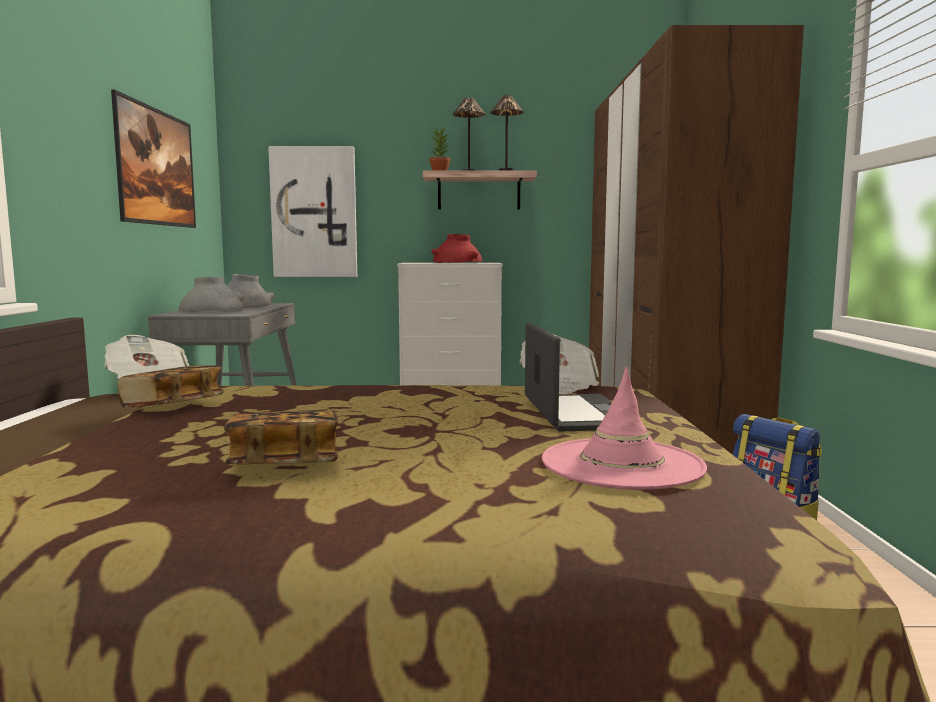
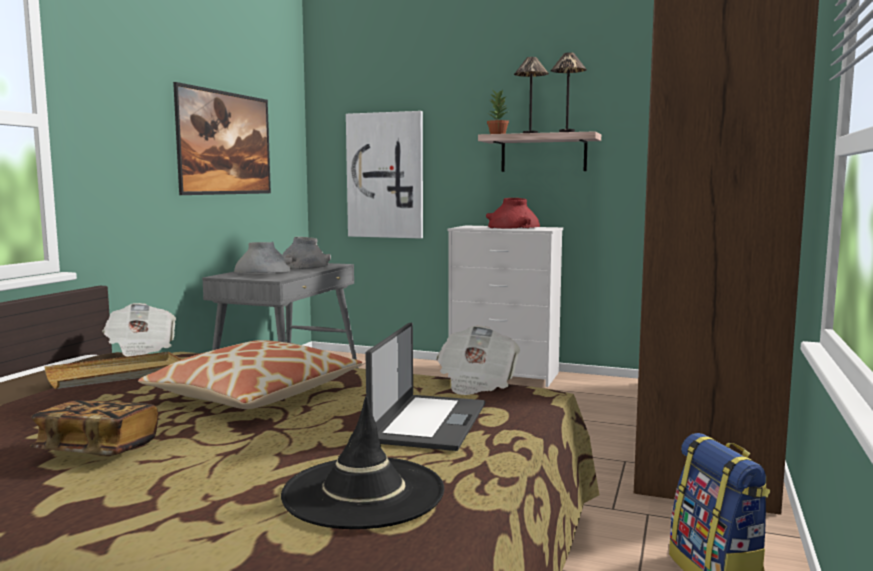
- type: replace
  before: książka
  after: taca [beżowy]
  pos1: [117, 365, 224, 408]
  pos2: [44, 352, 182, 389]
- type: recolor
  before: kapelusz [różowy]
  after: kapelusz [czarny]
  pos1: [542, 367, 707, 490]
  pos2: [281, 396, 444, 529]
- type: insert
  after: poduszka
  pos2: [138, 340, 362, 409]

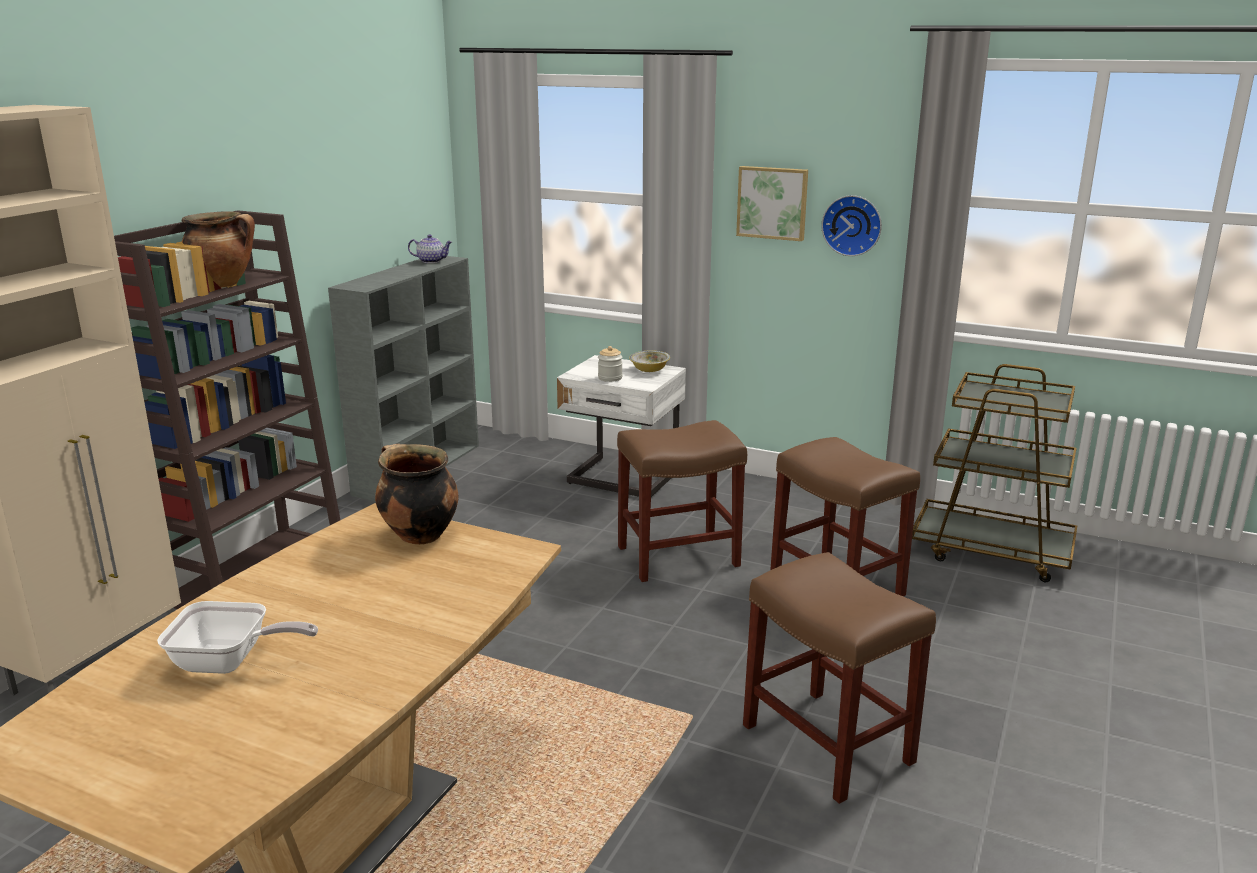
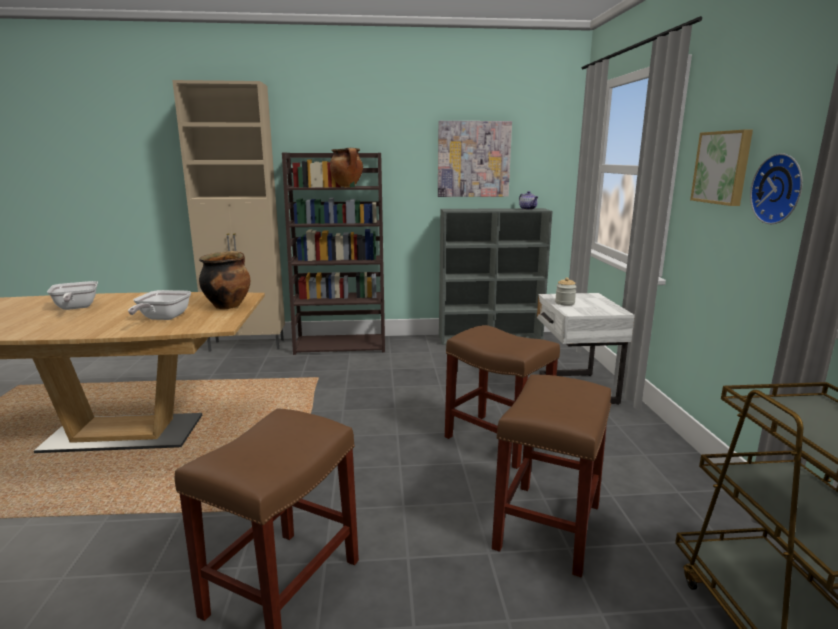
- type: delete
  before: miska
  pos1: [629, 350, 670, 372]
- type: insert
  after: patelnia
  pos2: [128, 290, 191, 320]
- type: insert
  after: obraz
  pos2: [438, 121, 512, 197]

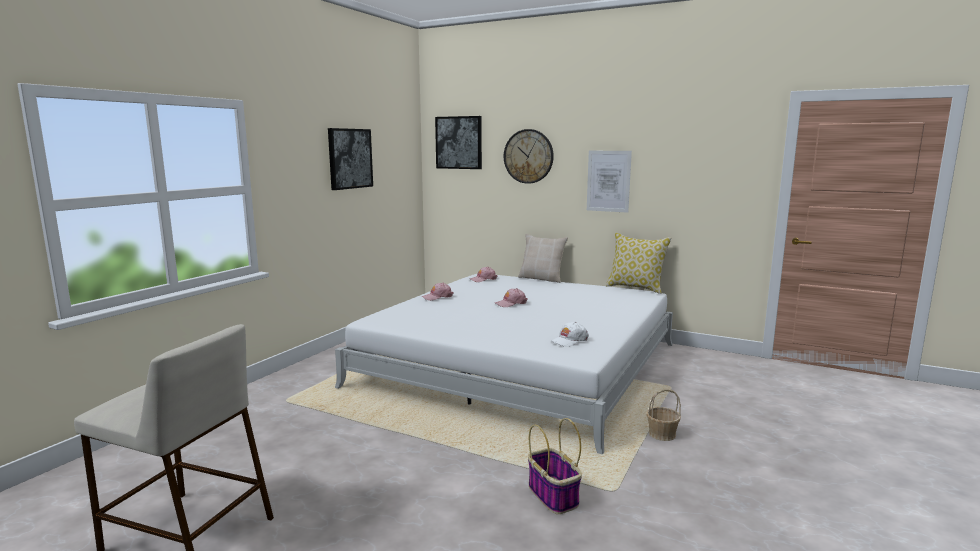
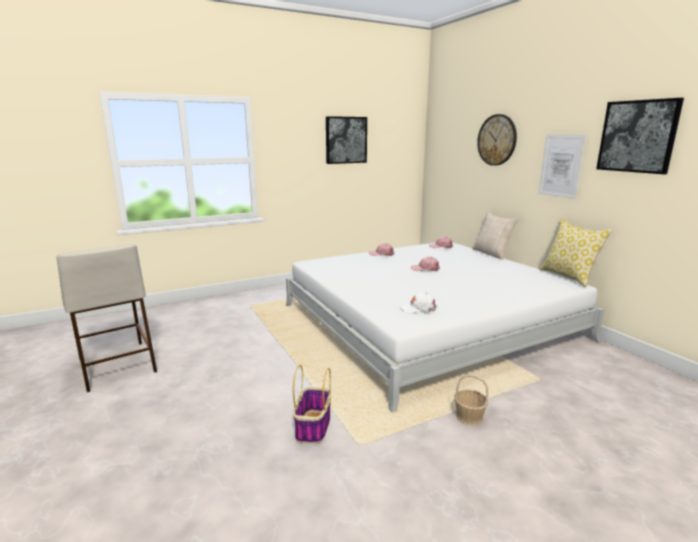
- type: move
  before: obraz
  pos1: [435, 116, 482, 169]
  pos2: [596, 98, 684, 174]

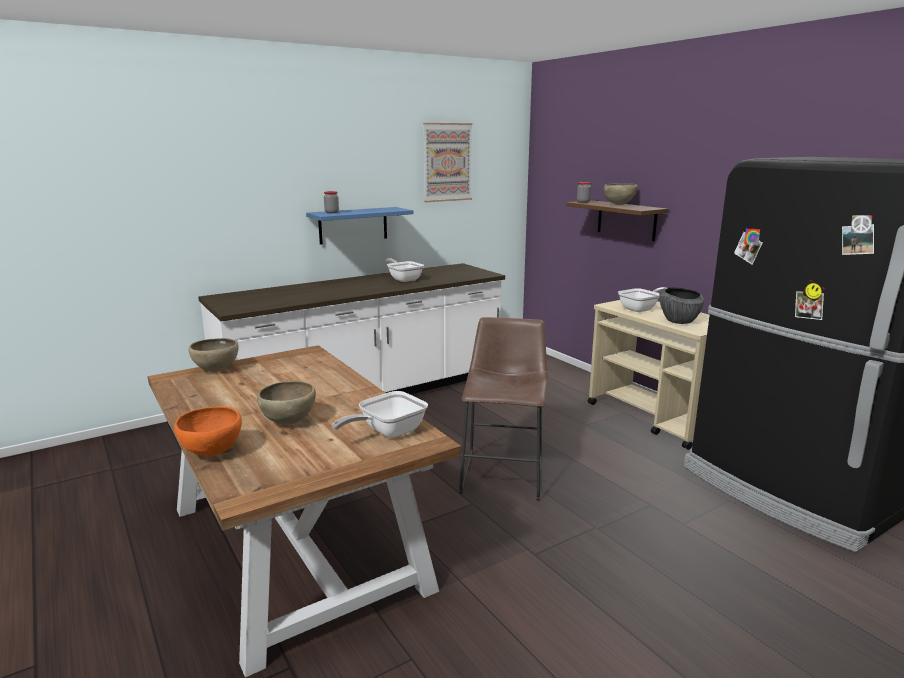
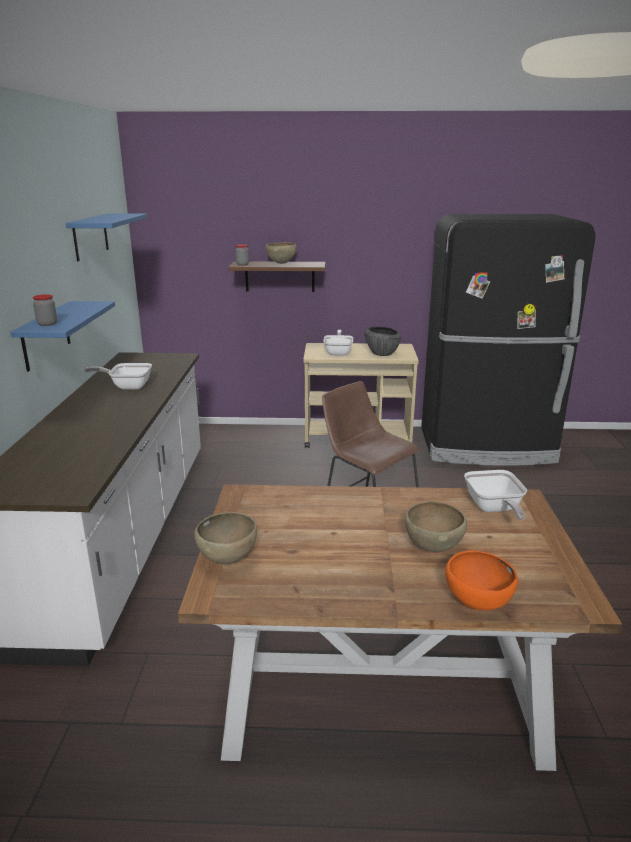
- type: replace
  before: obraz
  after: półka [niebieski]
  pos1: [423, 123, 473, 202]
  pos2: [66, 213, 147, 261]

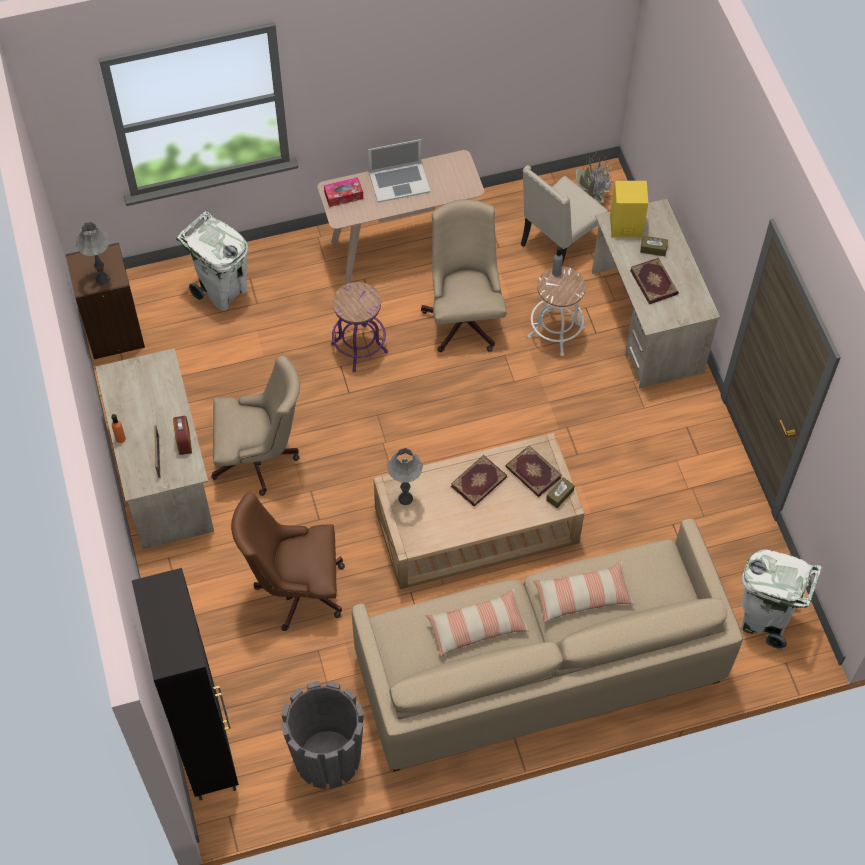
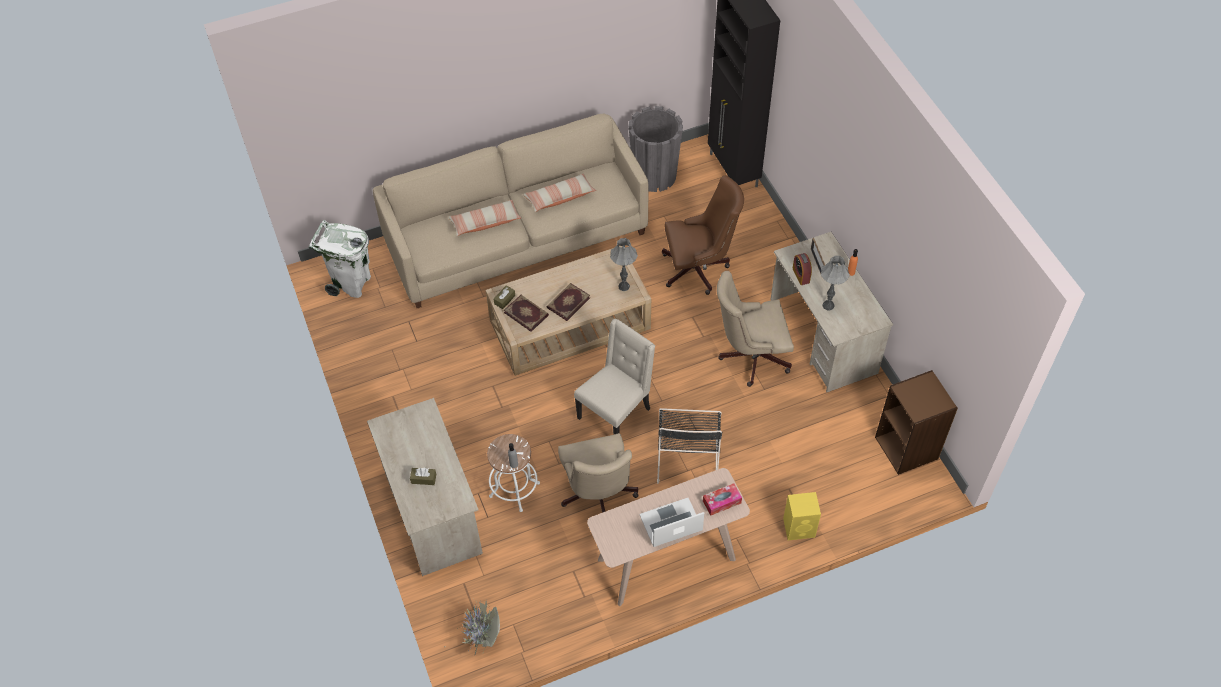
- type: move
  before: lampa stołowa [szary]
  pos1: [76, 222, 110, 285]
  pos2: [821, 256, 850, 310]
- type: delete
  before: kosz na śmieci [biały]
  pos1: [176, 211, 249, 311]
- type: replace
  before: stołek [fioletowy]
  after: krzesło [czarny]
  pos1: [331, 282, 388, 372]
  pos2: [657, 408, 723, 484]
- type: move
  before: krzesło [beżowy]
  pos1: [521, 165, 609, 265]
  pos2: [574, 319, 655, 434]
- type: move
  before: głośnik [żółty]
  pos1: [610, 181, 648, 237]
  pos2: [783, 492, 821, 540]
- type: delete
  before: książka
  pos1: [630, 258, 679, 304]

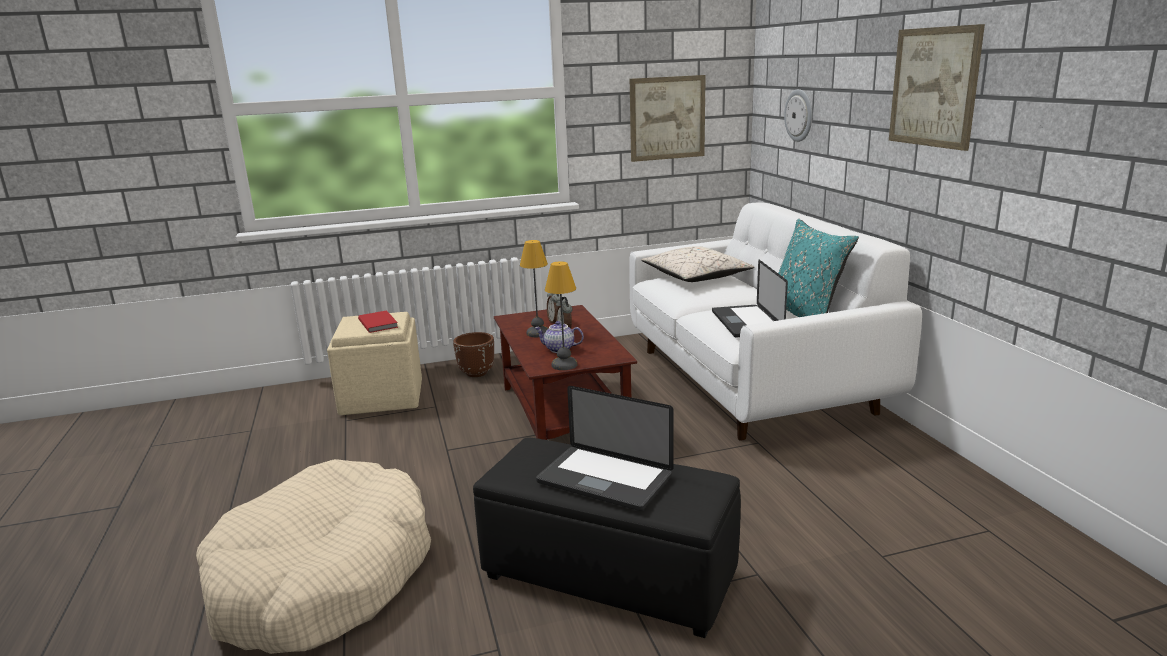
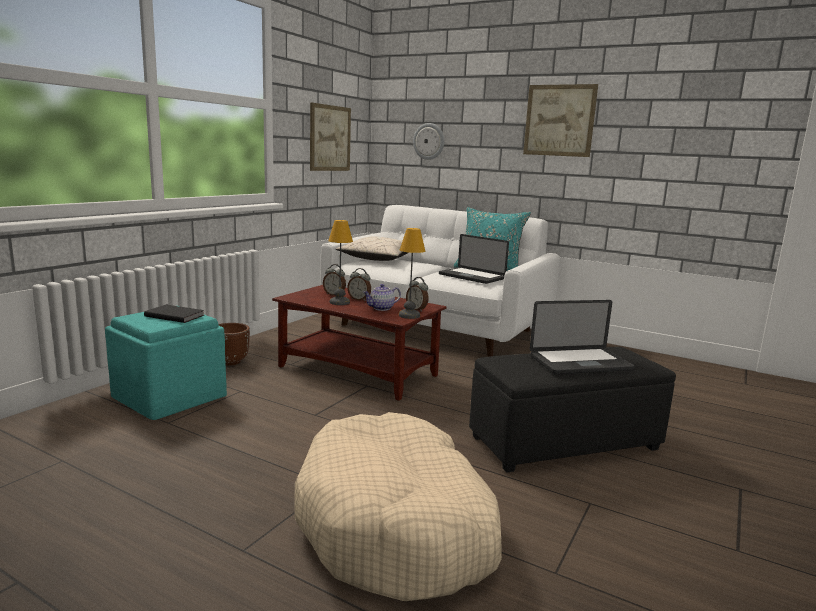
- type: recolor
  before: pufa [beżowy]
  after: pufa [turkusowy]
  pos1: [327, 312, 422, 415]
  pos2: [105, 312, 227, 420]
- type: recolor
  before: książka [czerwony]
  after: książka [czarny]
  pos1: [358, 310, 398, 333]
  pos2: [144, 305, 205, 323]
- type: insert
  after: budzik
  pos2: [406, 277, 429, 312]

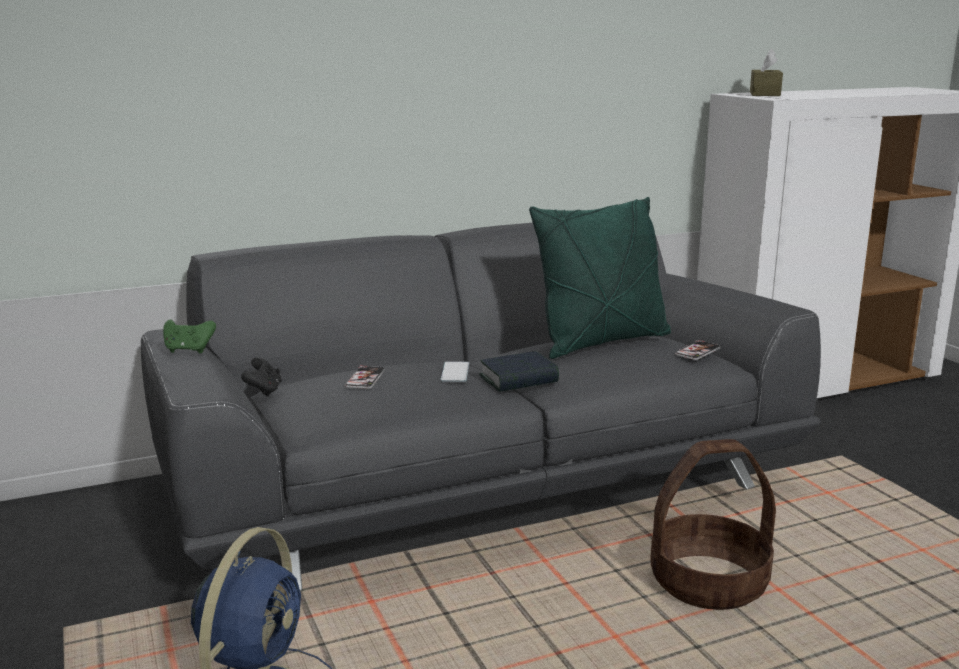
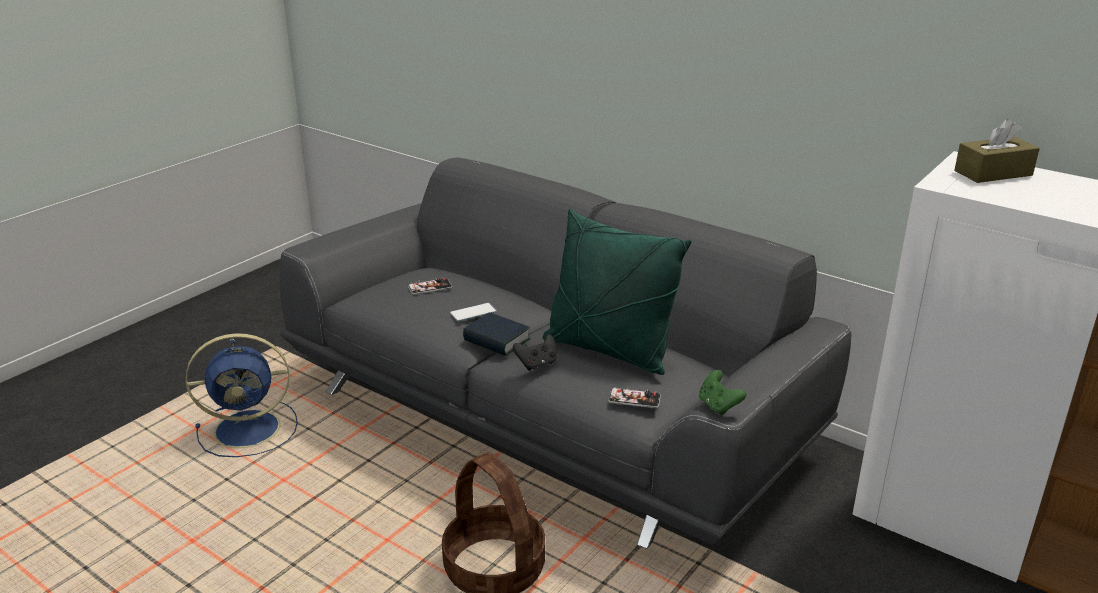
- type: move
  before: pad do gier [zielony]
  pos1: [163, 319, 216, 353]
  pos2: [699, 370, 747, 416]
- type: move
  before: pad do gier [czarny]
  pos1: [241, 357, 282, 396]
  pos2: [513, 334, 557, 371]

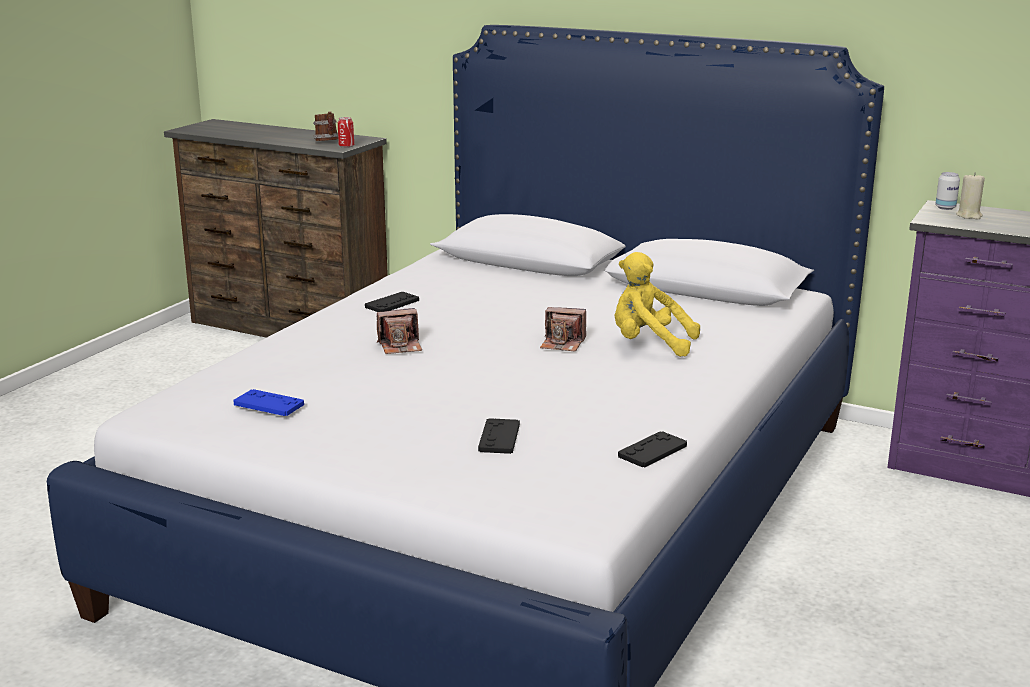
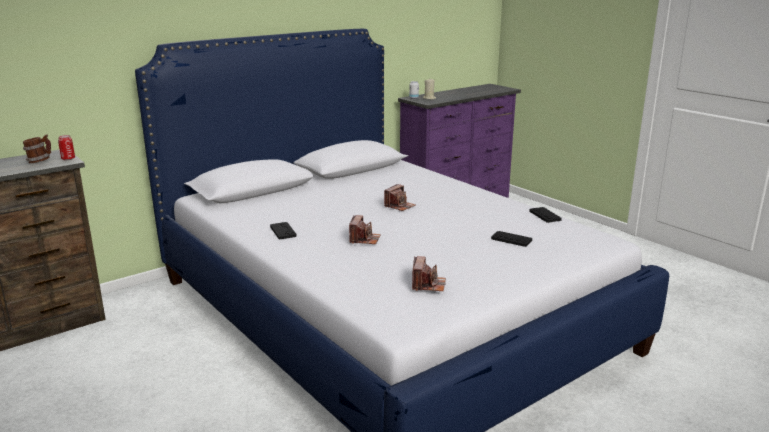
- type: replace
  before: pad do gier [niebieski]
  after: aparat fotograficzny
  pos1: [233, 389, 304, 416]
  pos2: [412, 256, 446, 291]
- type: delete
  before: pluszak [żółty]
  pos1: [615, 252, 700, 357]

